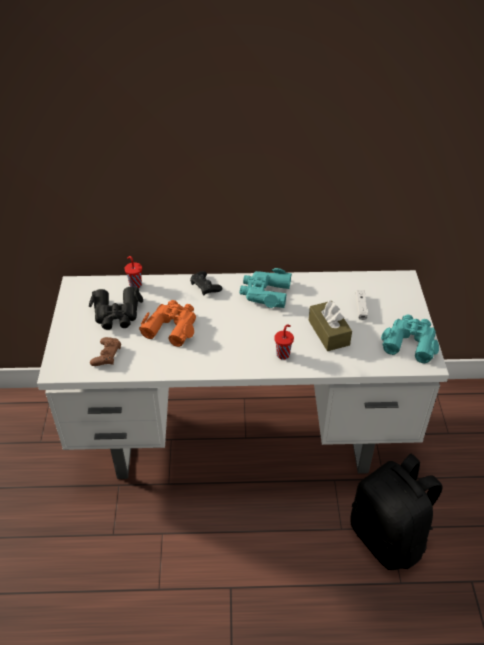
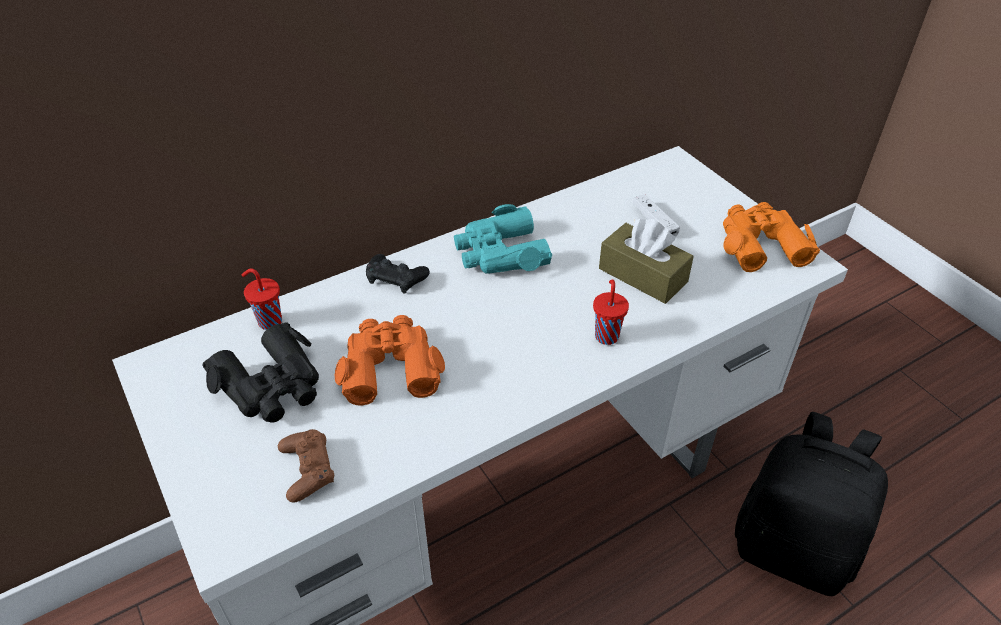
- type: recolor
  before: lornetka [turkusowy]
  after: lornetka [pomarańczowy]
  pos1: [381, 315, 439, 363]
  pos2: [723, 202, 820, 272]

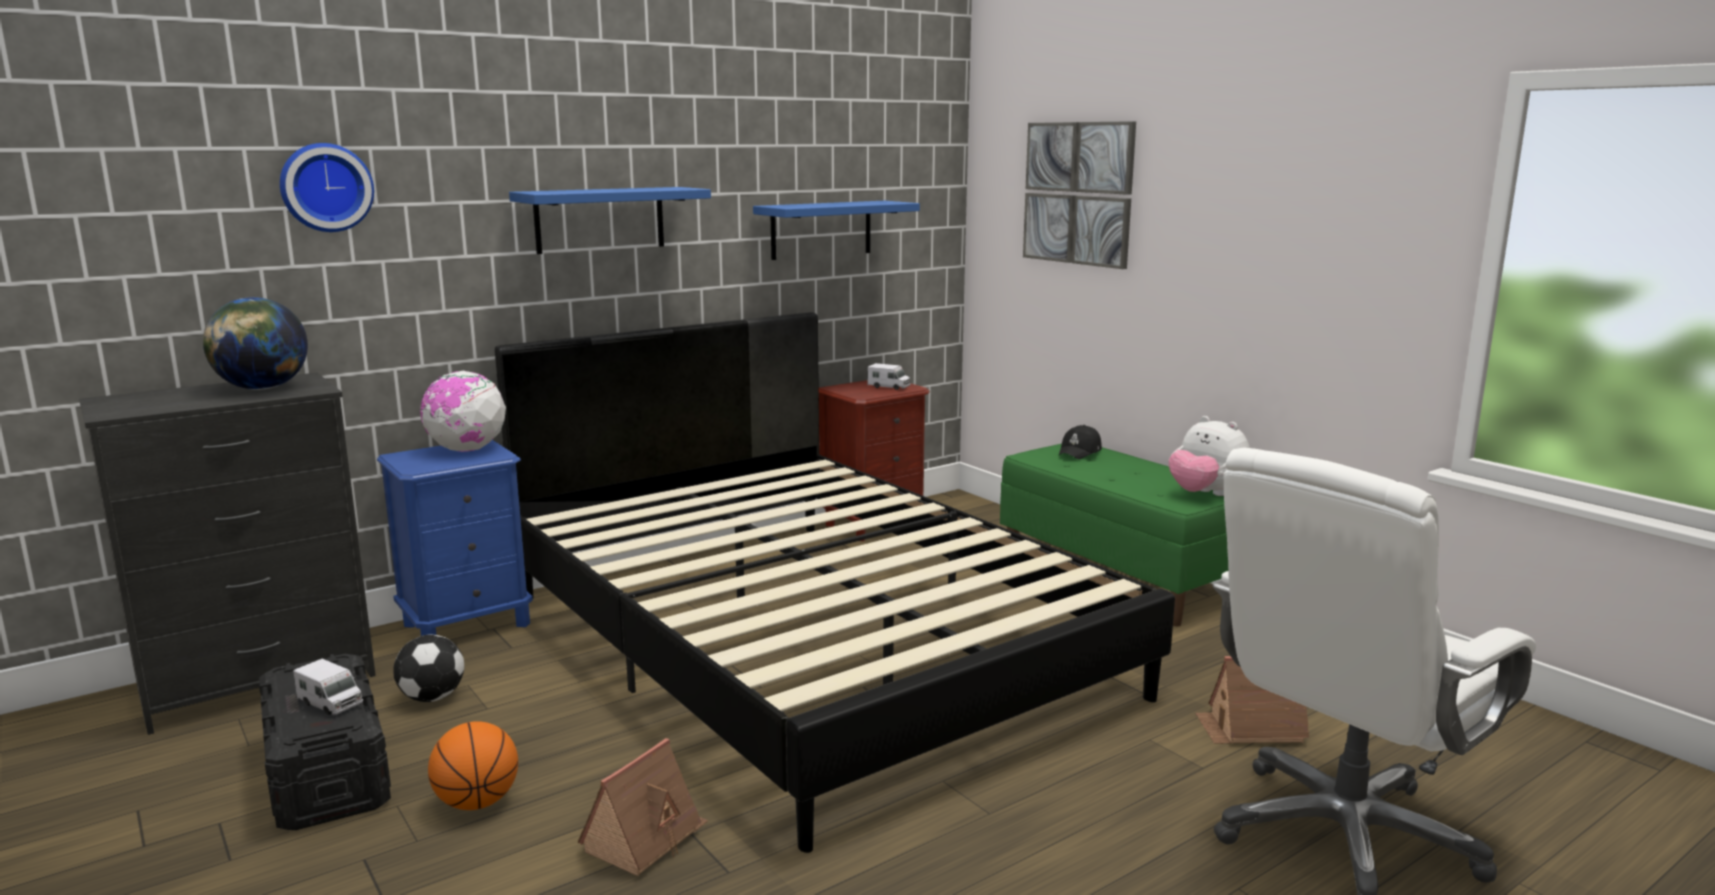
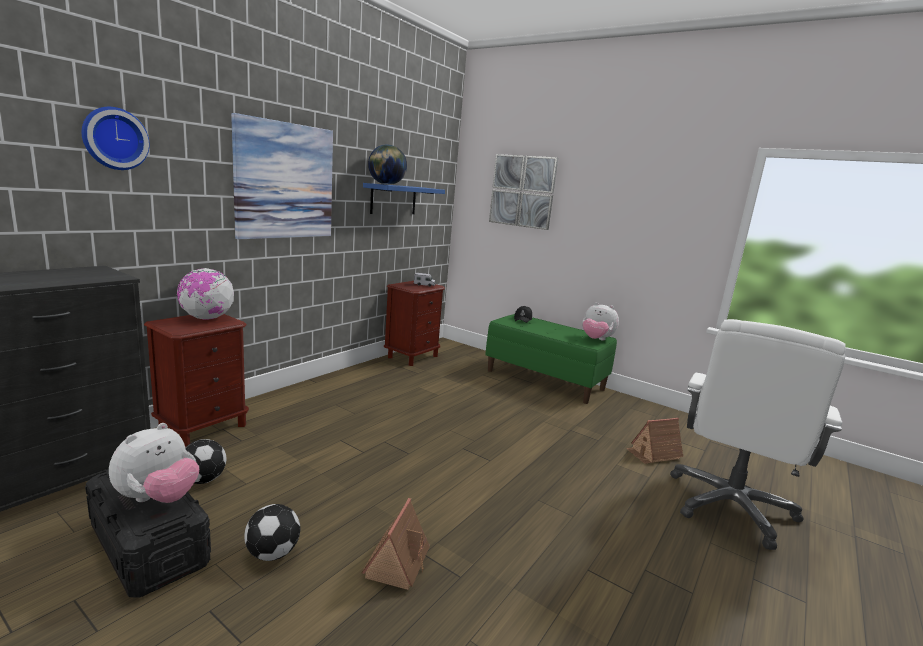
- type: move
  before: globus
  pos1: [203, 297, 308, 390]
  pos2: [368, 145, 407, 185]
- type: replace
  before: ciężarówka zabawkowa
  after: pluszak
  pos1: [293, 659, 363, 715]
  pos2: [109, 423, 199, 503]
- type: recolor
  before: szafka nocna [niebieski]
  after: szafka nocna [brązowy]
  pos1: [377, 440, 533, 636]
  pos2: [144, 314, 249, 447]
- type: replace
  before: piłka do koszykówki
  after: piłka futbolowa
  pos1: [428, 721, 518, 810]
  pos2: [244, 504, 300, 561]
- type: delete
  before: łóżko [czarny]
  pos1: [495, 312, 1175, 853]
- type: replace
  before: półka [niebieski]
  after: obraz
  pos1: [509, 187, 711, 254]
  pos2: [231, 113, 333, 239]

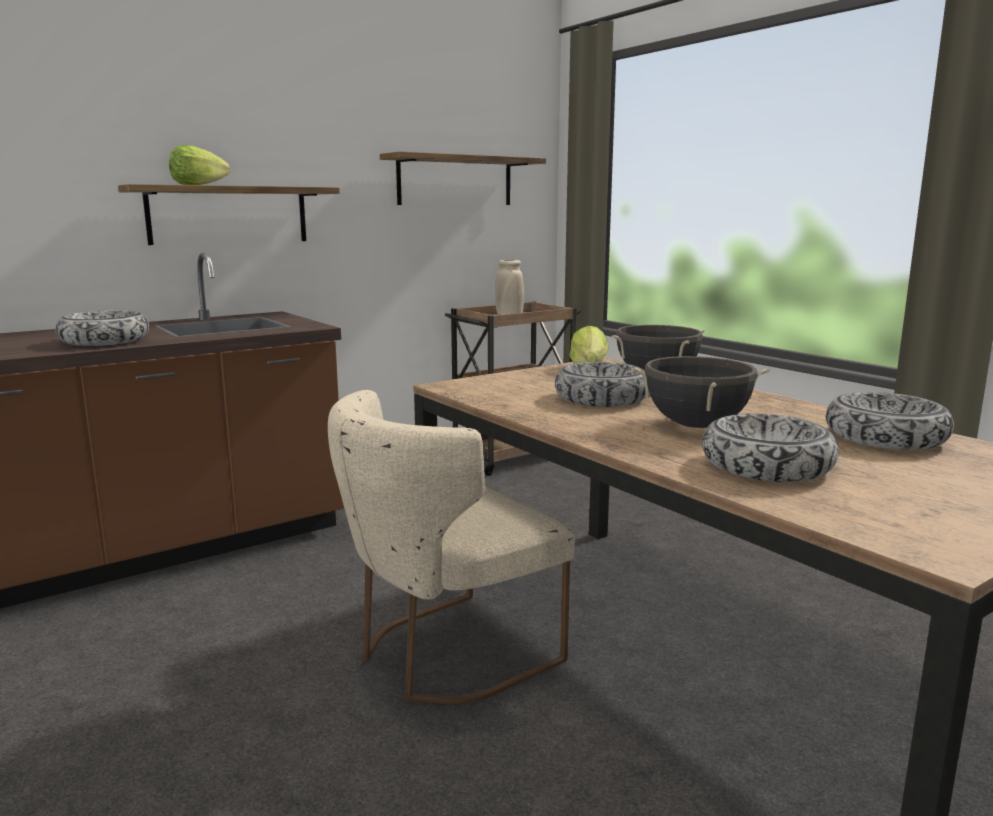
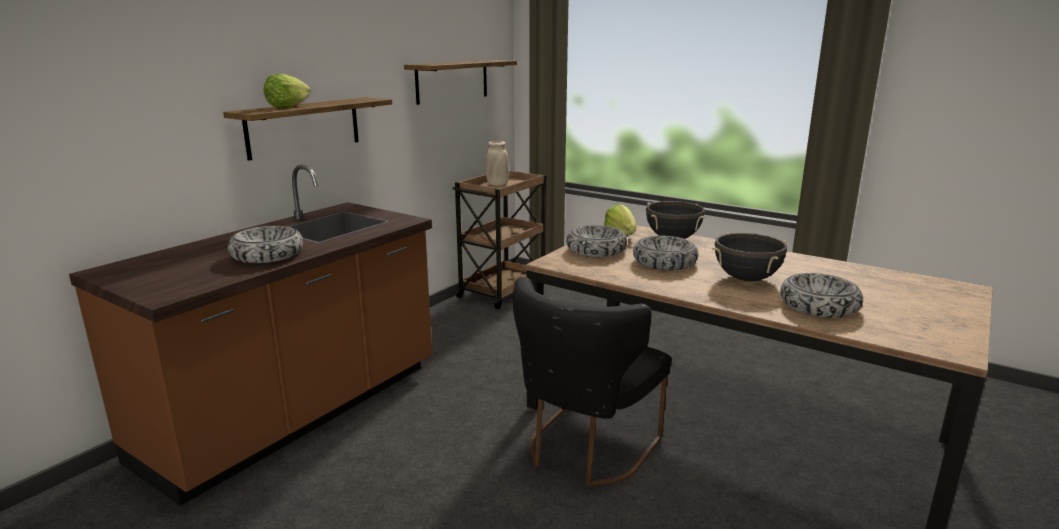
- type: recolor
  before: krzesło [beżowy]
  after: krzesło [czarny]
  pos1: [328, 390, 575, 704]
  pos2: [513, 277, 672, 487]
- type: move
  before: miska
  pos1: [826, 392, 954, 450]
  pos2: [566, 225, 627, 257]

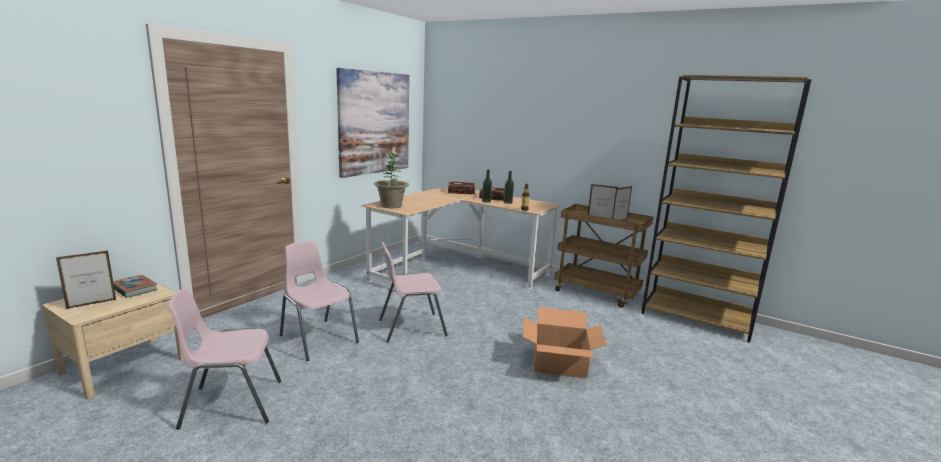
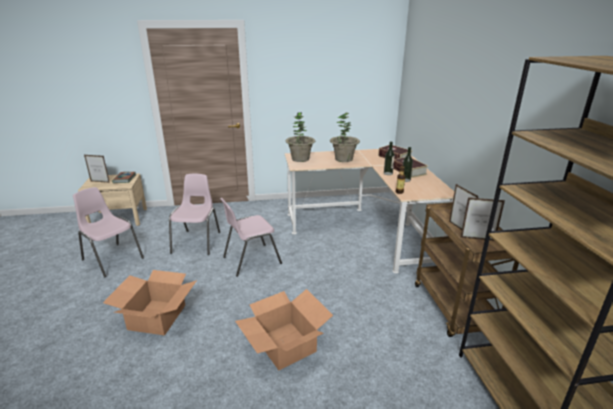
- type: delete
  before: obraz
  pos1: [336, 68, 409, 178]
- type: rotate
  before: krzesło [różowy]
  pos1: [379, 242, 448, 342]
  pos2: [220, 198, 282, 277]
  turn: -60
- type: insert
  after: karton
  pos2: [103, 270, 197, 335]
- type: insert
  after: roślina doniczkowa
  pos2: [330, 112, 360, 162]

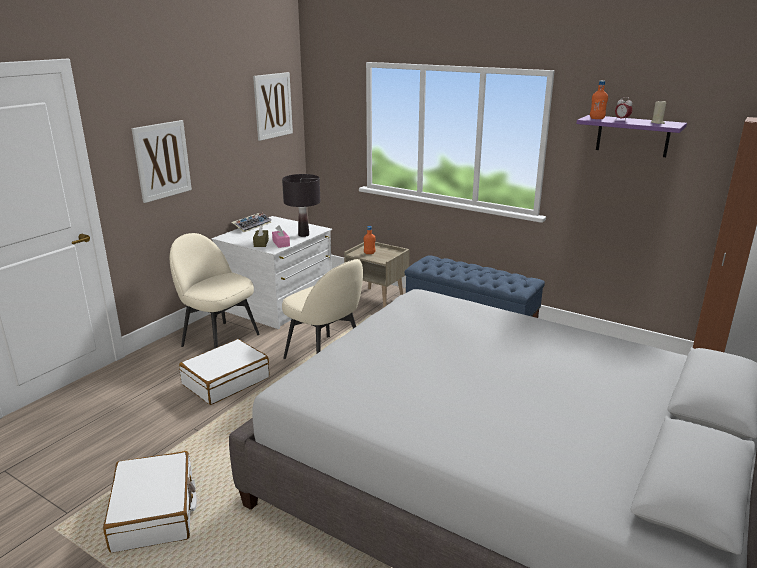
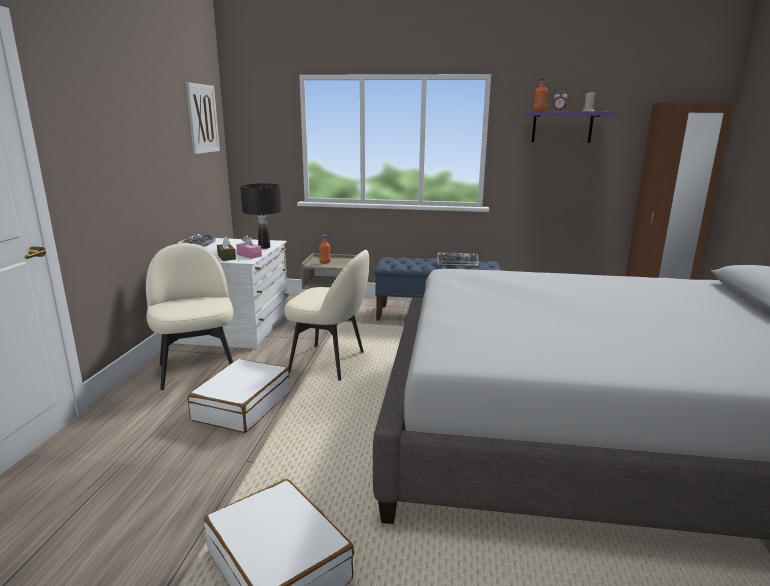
- type: delete
  before: obraz
  pos1: [132, 120, 192, 203]
- type: rotate
  before: krzesło [beżowy]
  pos1: [170, 233, 260, 348]
  pos2: [146, 243, 233, 390]
  turn: 60
- type: insert
  after: klawiatura
  pos2: [437, 252, 479, 266]

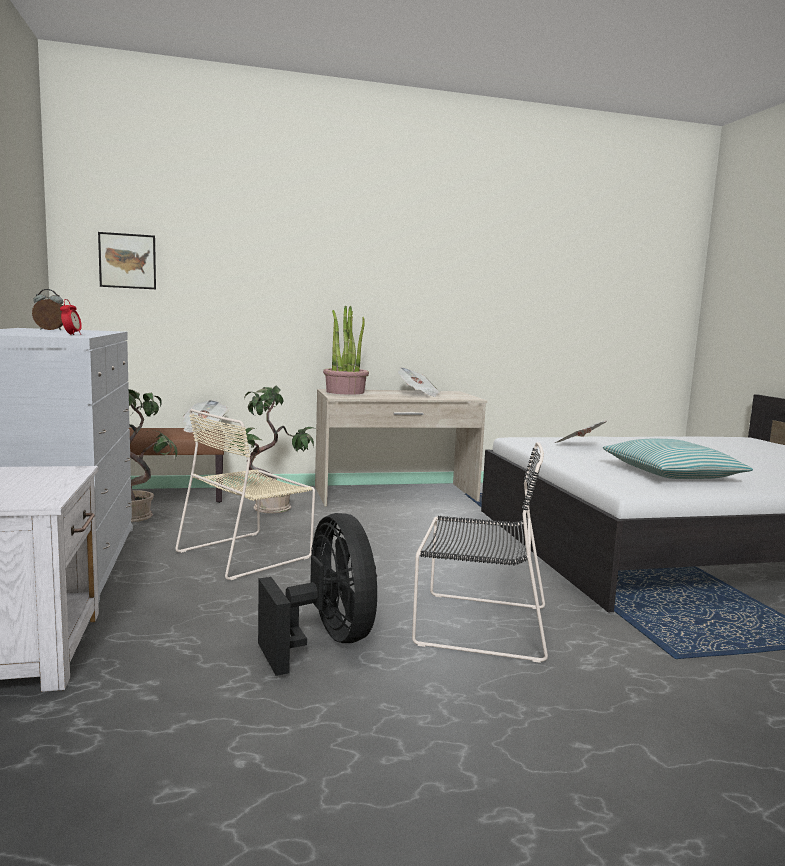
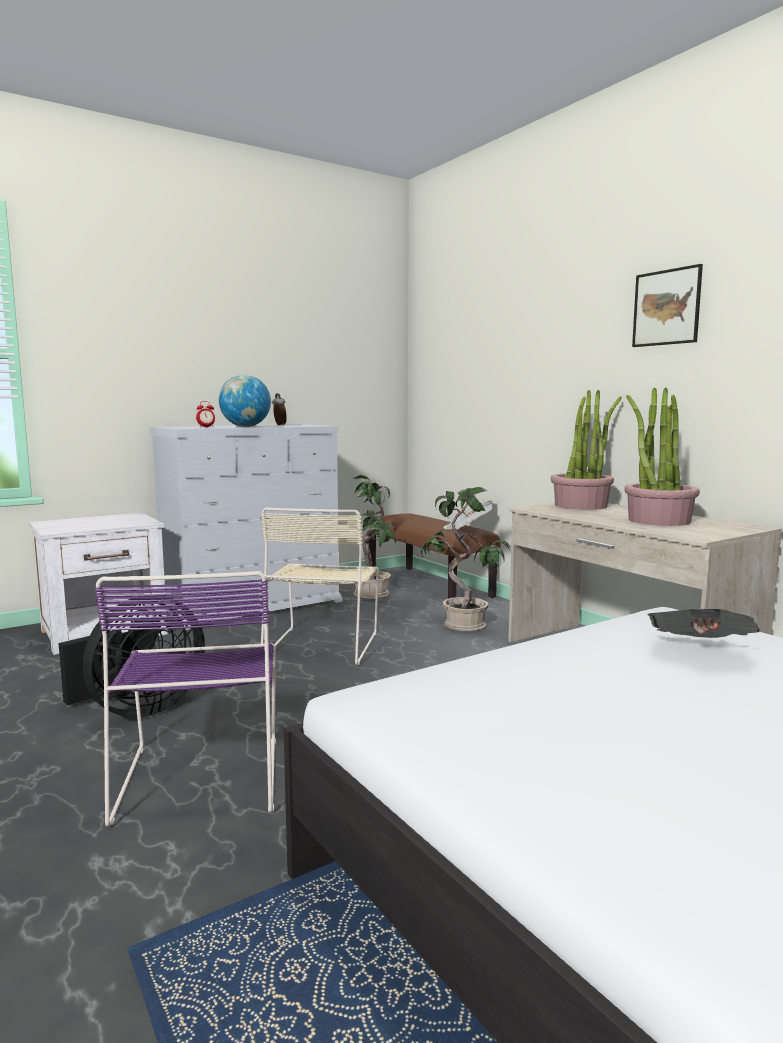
- type: move
  before: obraz
  pos1: [98, 232, 156, 289]
  pos2: [632, 264, 703, 347]
- type: rotate
  before: krzesło [beżowy]
  pos1: [175, 409, 315, 580]
  pos2: [261, 508, 379, 665]
  turn: -105
- type: replace
  before: gazeta
  after: roślina doniczkowa
  pos1: [398, 367, 440, 397]
  pos2: [624, 387, 700, 526]
- type: recolor
  before: krzesło [czarny]
  after: krzesło [fioletowy]
  pos1: [412, 442, 548, 663]
  pos2: [95, 571, 276, 827]
- type: delete
  before: poduszka
  pos1: [603, 439, 753, 479]
- type: insert
  after: globus
  pos2: [219, 375, 271, 427]

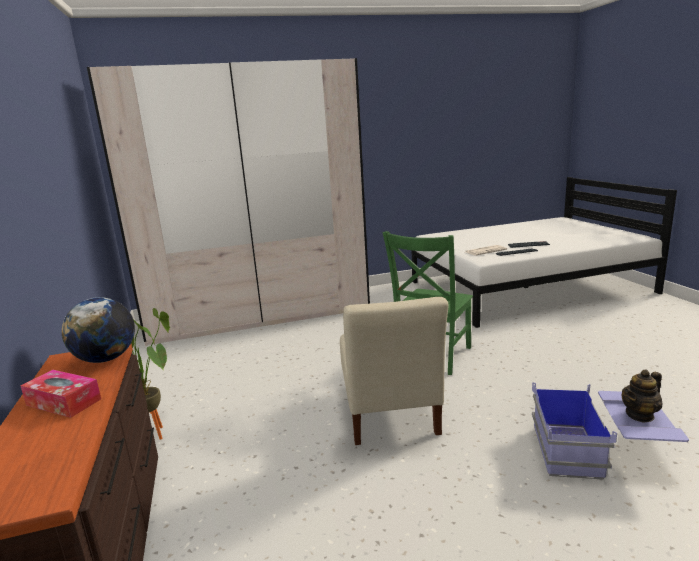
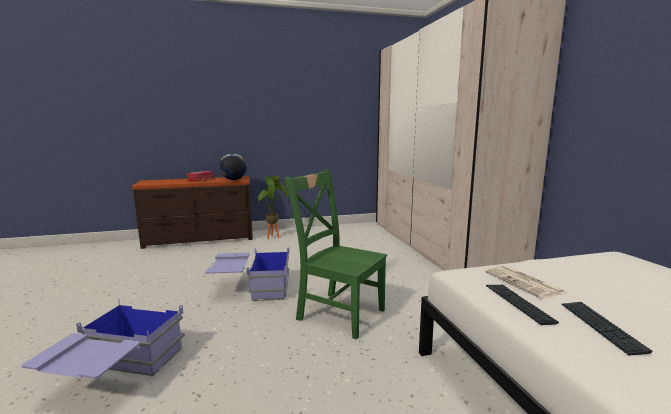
- type: replace
  before: krzesło [beżowy]
  after: pojemnik do przechowywania [niebieski]
  pos1: [340, 297, 449, 445]
  pos2: [205, 248, 289, 301]
- type: delete
  before: imbryk
  pos1: [622, 369, 662, 423]

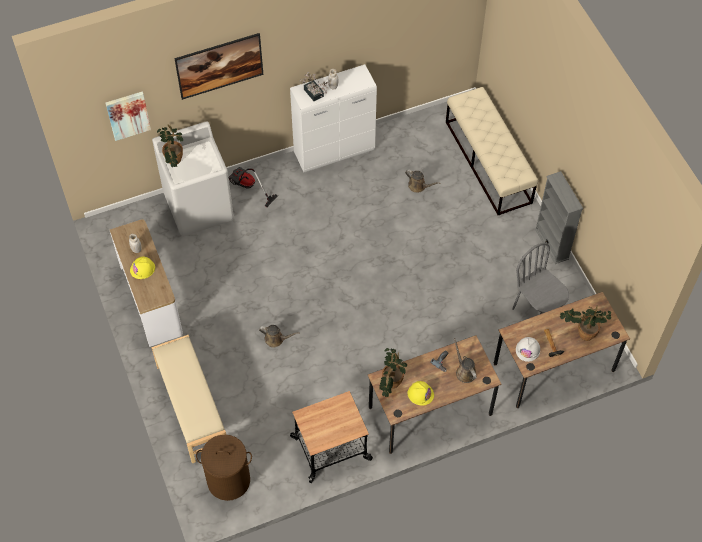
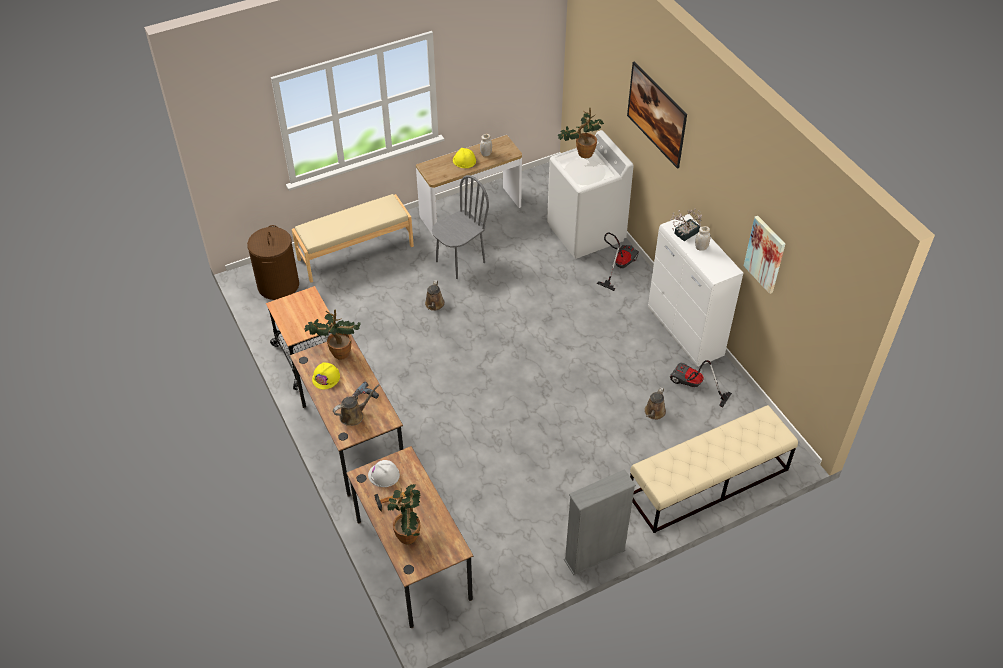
- type: move
  before: obraz
  pos1: [106, 92, 151, 141]
  pos2: [743, 216, 785, 294]
- type: move
  before: krzesło [szary]
  pos1: [512, 243, 569, 314]
  pos2: [432, 175, 489, 279]
- type: insert
  after: odkurzacz
  pos2: [670, 360, 732, 407]

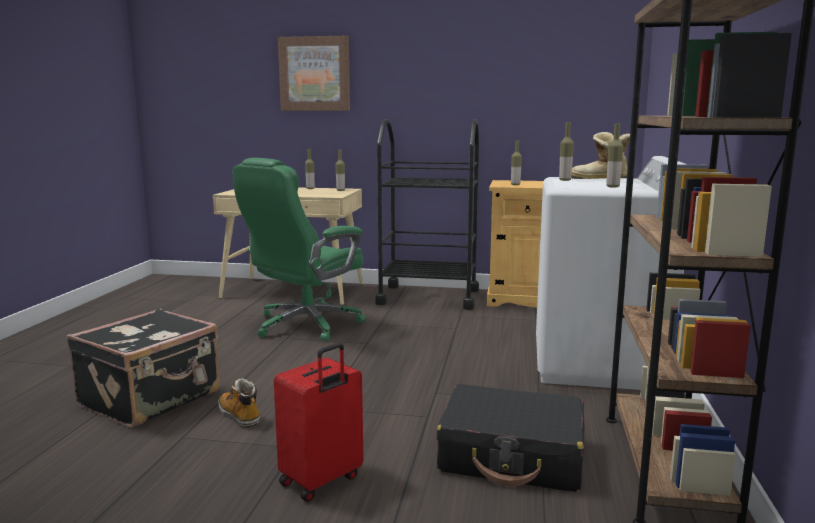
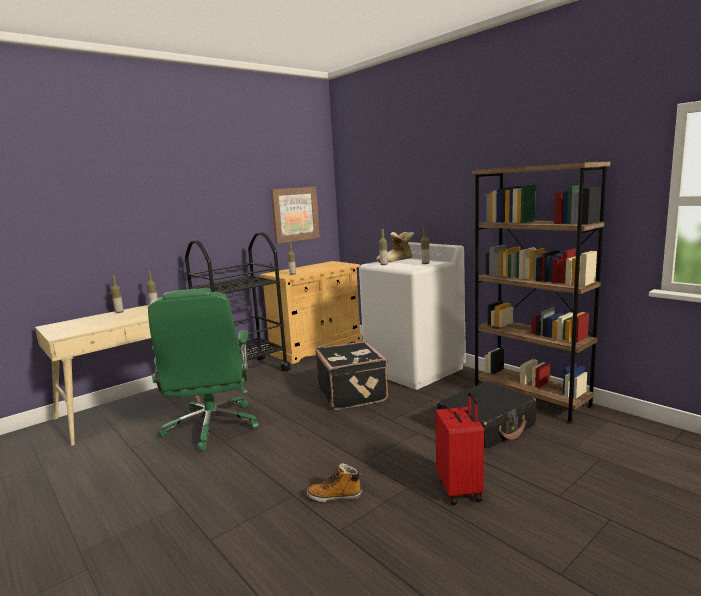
- type: move
  before: walizka [czarny]
  pos1: [67, 308, 220, 428]
  pos2: [315, 341, 388, 410]
- type: move
  before: obraz
  pos1: [278, 36, 350, 111]
  pos2: [270, 187, 320, 244]

